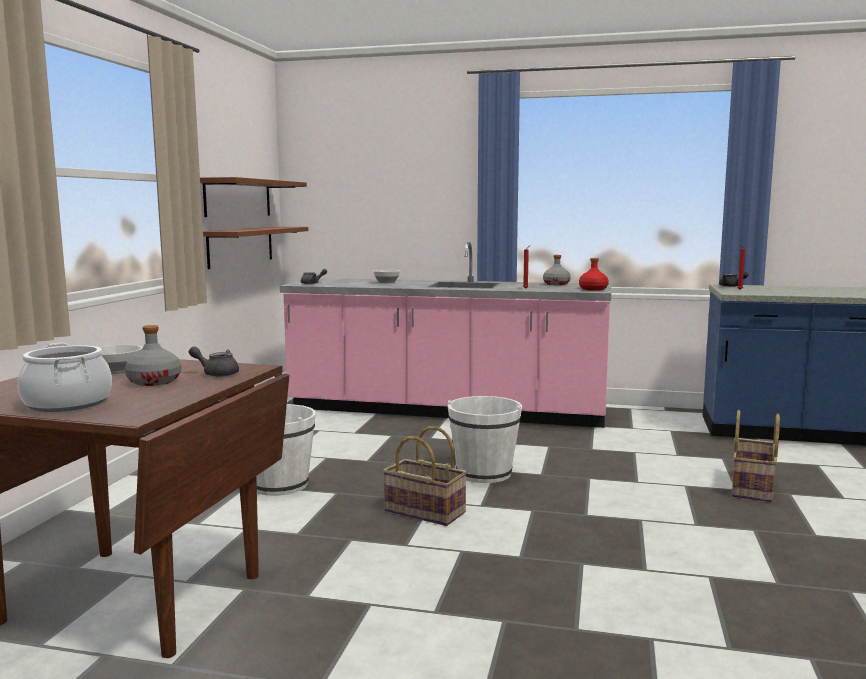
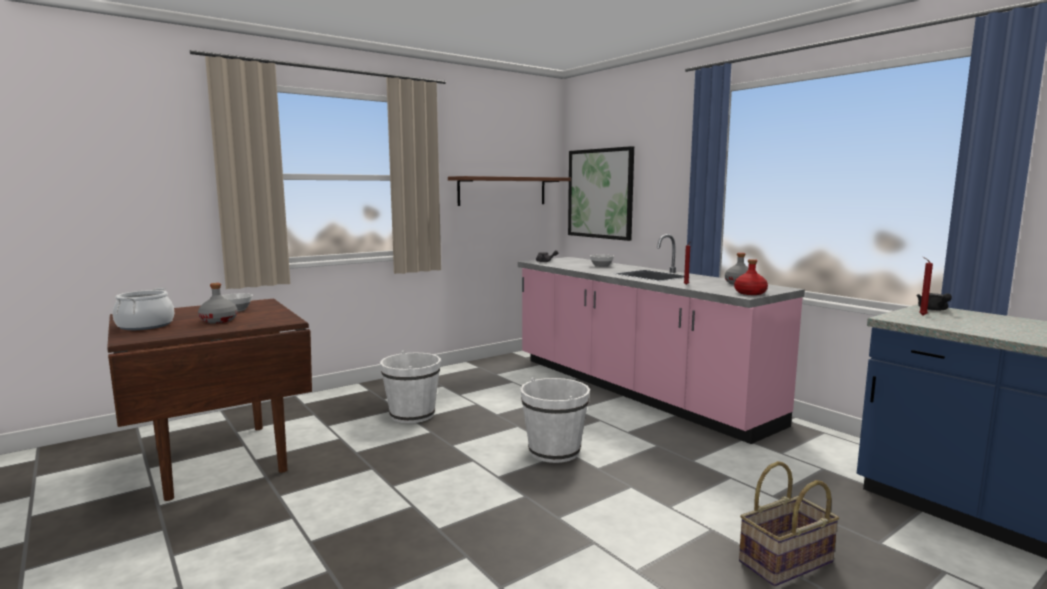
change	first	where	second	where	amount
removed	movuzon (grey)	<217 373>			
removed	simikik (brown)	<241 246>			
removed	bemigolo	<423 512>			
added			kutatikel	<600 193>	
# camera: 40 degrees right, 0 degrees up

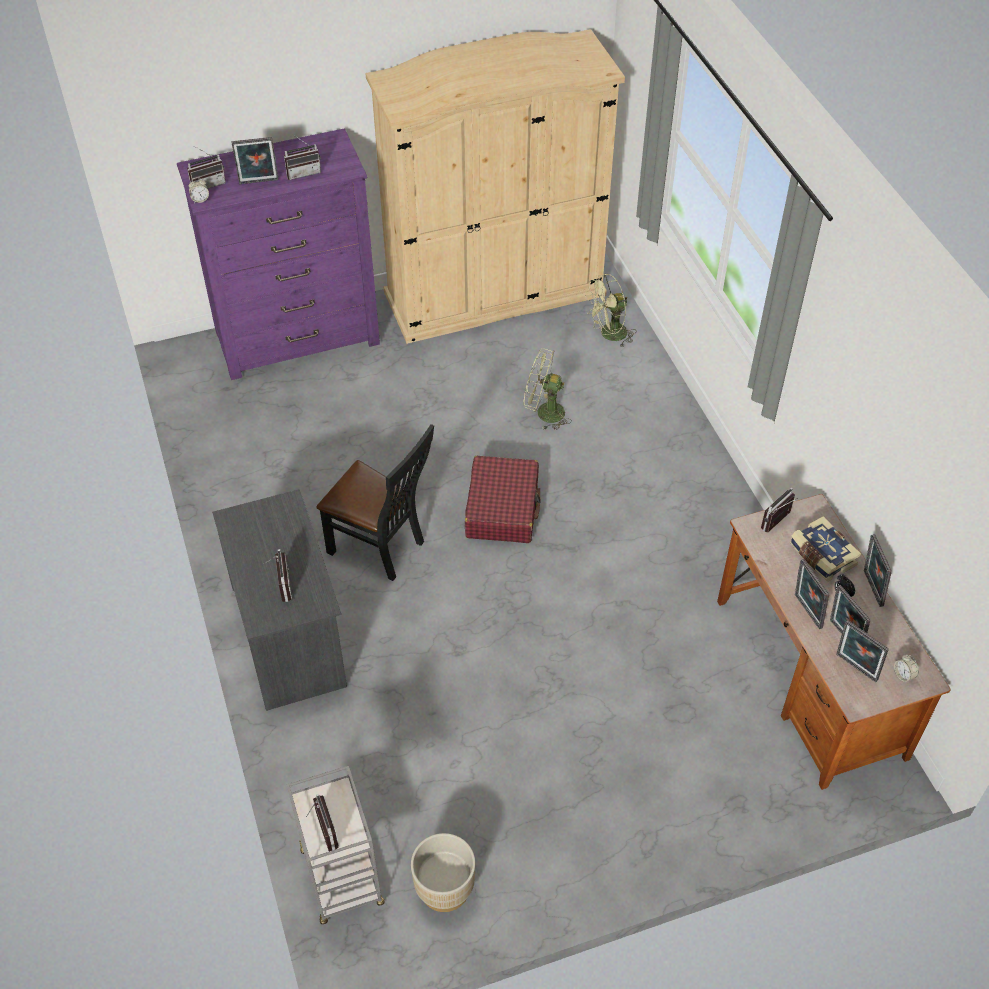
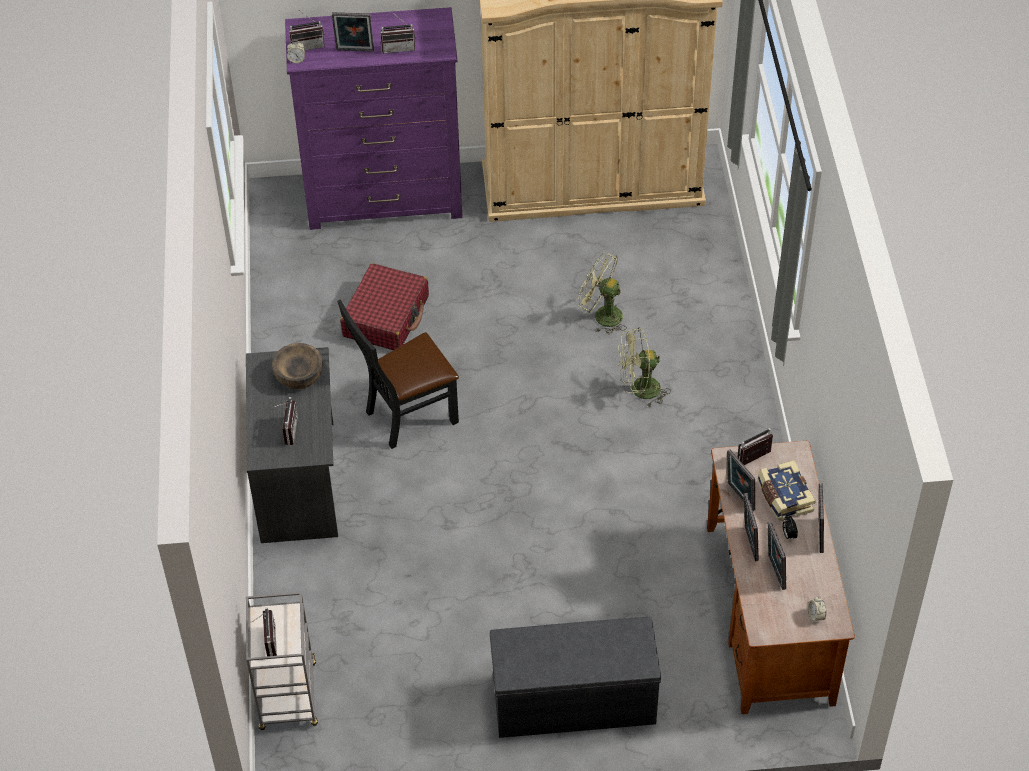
change	first	where	second	where	amount
removed	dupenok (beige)	<444 888>			
added			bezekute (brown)	<299 375>	
added			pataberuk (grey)	<572 701>	
moved	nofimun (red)	<502 508>		<386 316>	
moved	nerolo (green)	<608 335>		<639 390>	
moved	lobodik	<855 669>		<739 497>	
turned	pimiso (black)	<381 548>		<405 417>	105 degrees clockwise
# camera: 15 degrees right, 0 degrees up

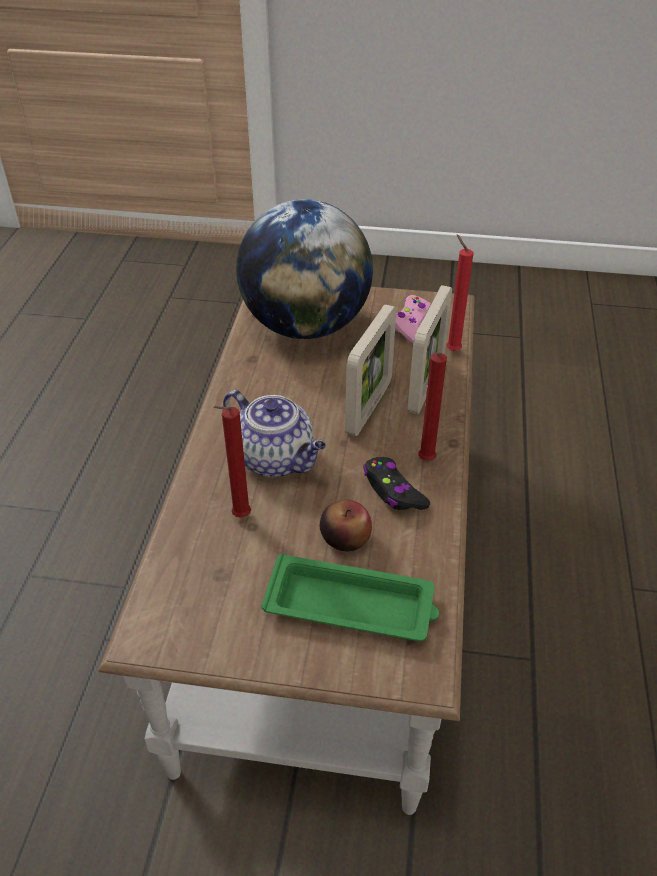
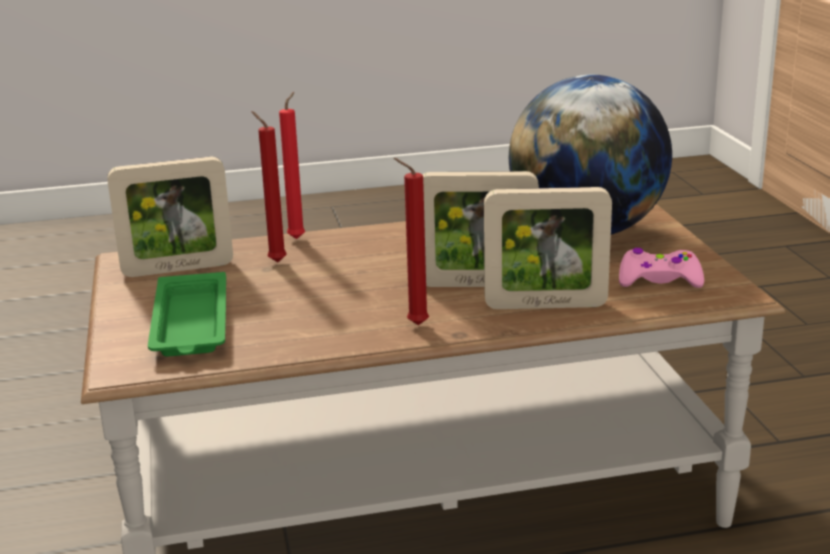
change	first	where	second	where	amount
removed	movuzon	<277 459>			
removed	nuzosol	<345 538>			
removed	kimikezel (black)	<393 491>			
added			lobodik	<178 269>	
moved	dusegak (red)	<451 349>		<298 238>	
# camera: 70 degrees right, 20 degrees down

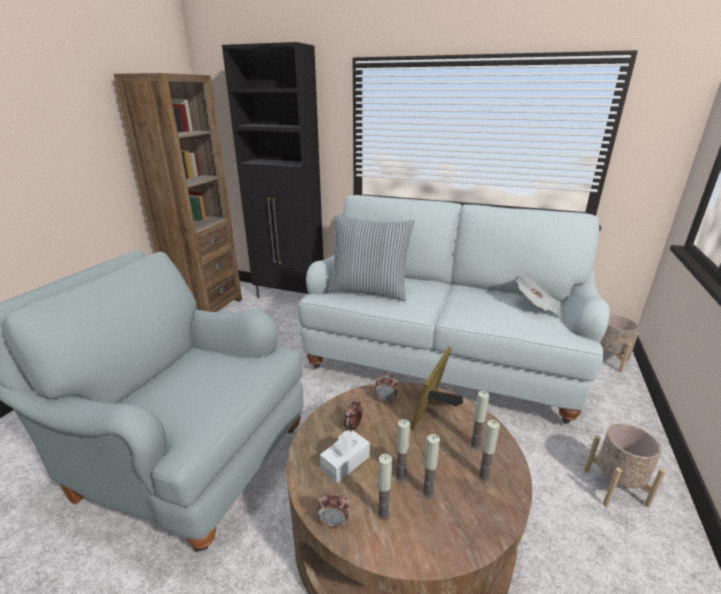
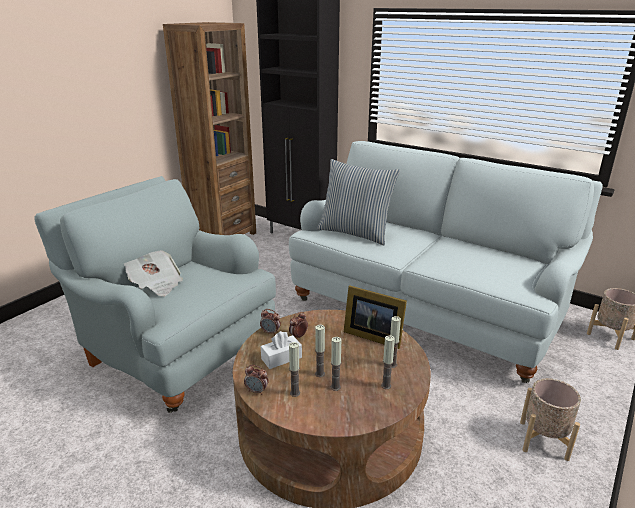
change	first	where	second	where	amount
moved	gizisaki	<385 399>		<270 332>	
moved	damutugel	<536 307>		<155 284>	
turned	lobodik	<434 409>		<372 335>	105 degrees counterclockwise
# camera: 15 degrees right, 0 degrees up

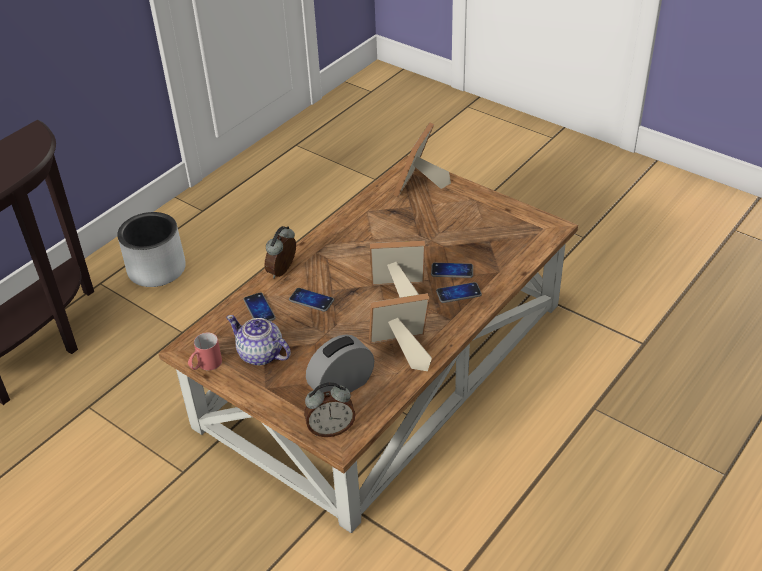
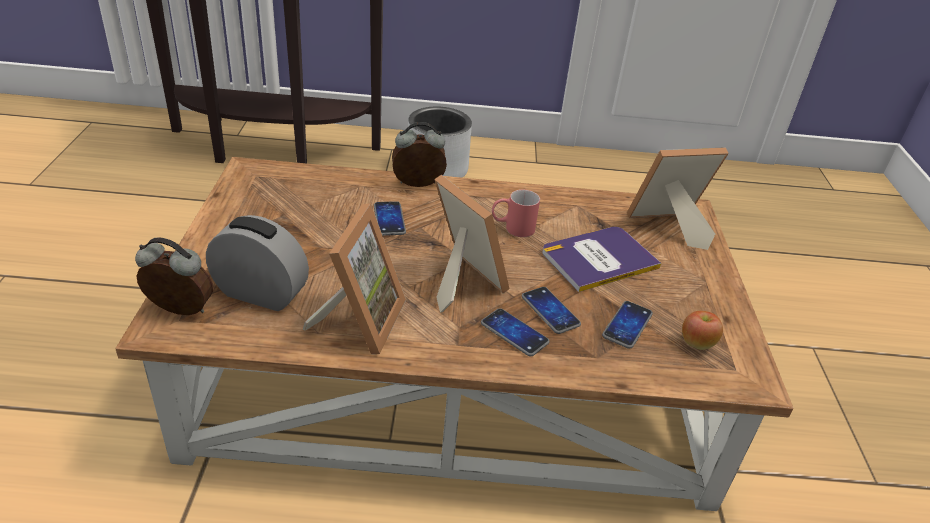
change	first	where	second	where	amount
removed	movuzon	<261 354>			
added			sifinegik	<599 259>	
added			nuzosol	<696 343>	
moved	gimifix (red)	<205 366>		<512 228>	
moved	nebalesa	<259 309>		<627 325>	
turned	gizisaki	<331 429>		<179 312>	150 degrees clockwise
turned	lobodik	<401 351>		<359 320>	60 degrees clockwise
# camera: 50 degrees right, 5 degrees down

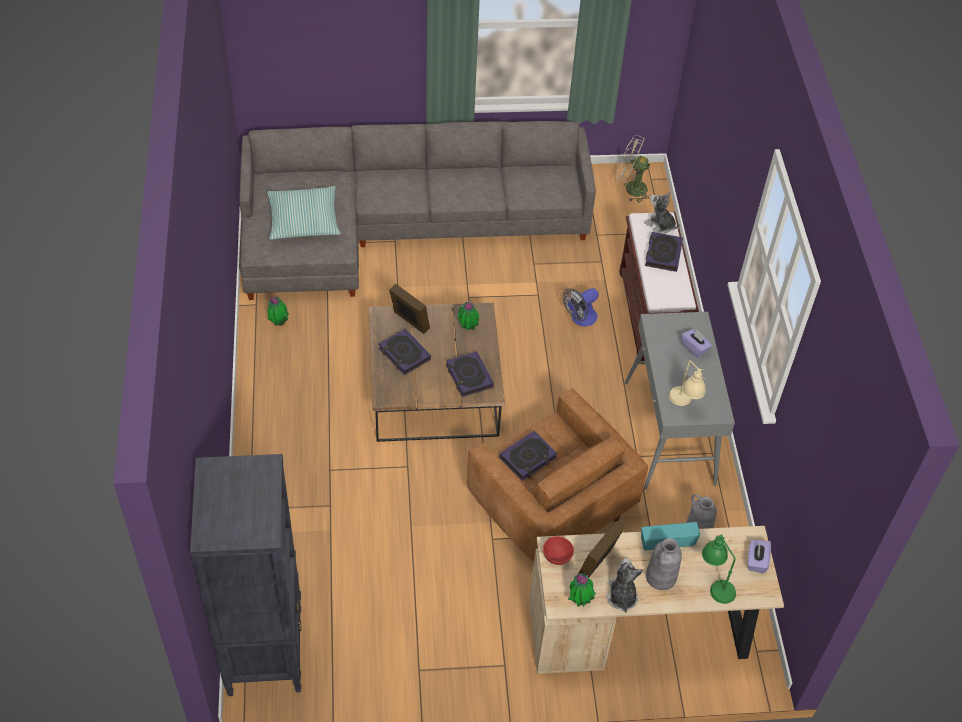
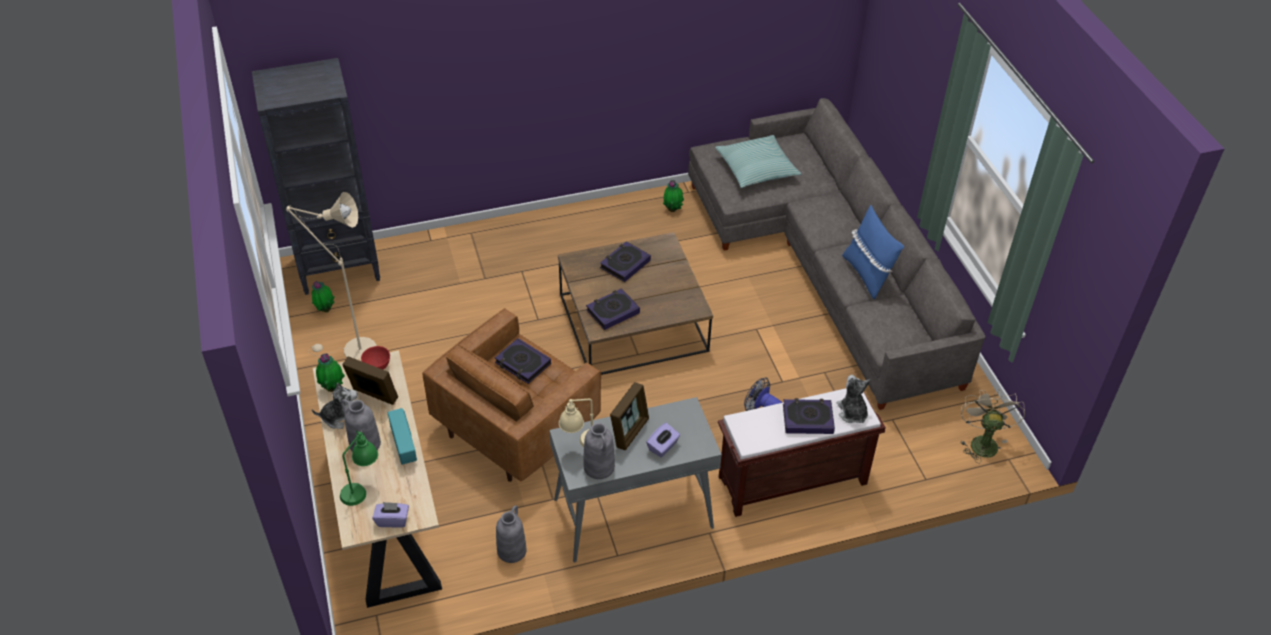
change	first	where	second	where	amount
added			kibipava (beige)	<353 351>	
added			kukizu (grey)	<599 467>	
added			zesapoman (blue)	<867 274>	
moved	lobodik	<409 322>		<629 431>	
moved	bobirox	<467 328>		<325 309>	
turned	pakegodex	<660 225>		<852 412>	45 degrees counterclockwise
# camera: 80 degrees right, 5 degrees down

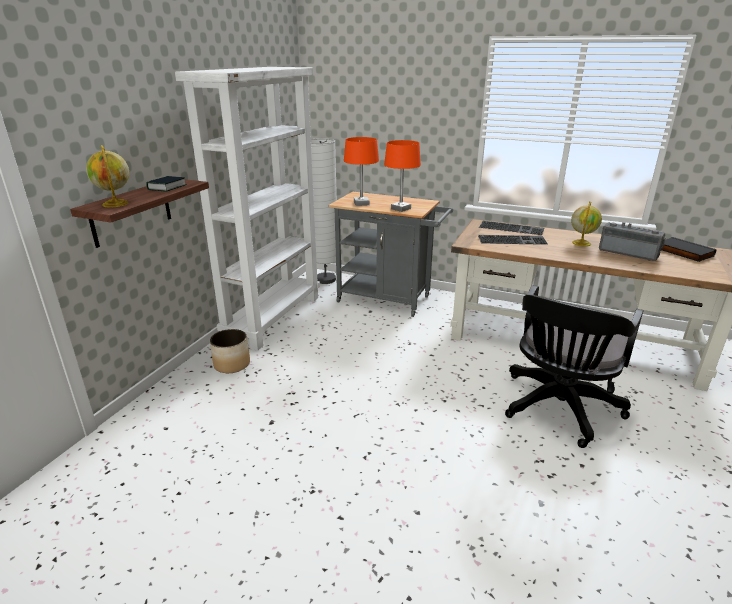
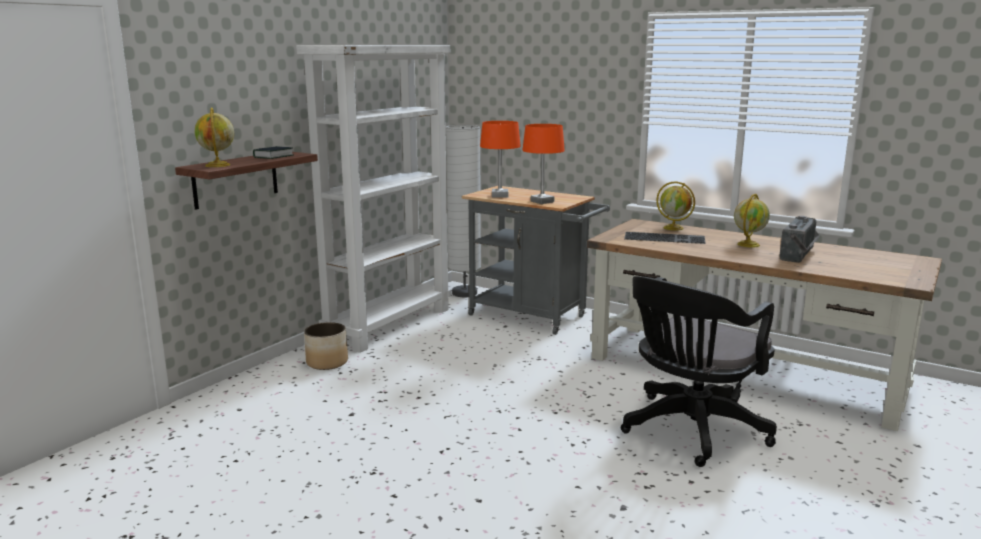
change	first	where	second	where	amount
removed	sifinegik (black)	<683 252>			
replaced	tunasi	<512 228>	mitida	<674 228>	
turned	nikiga	<628 253>		<800 255>	75 degrees clockwise
# camera: 10 degrees right, 10 degrees down

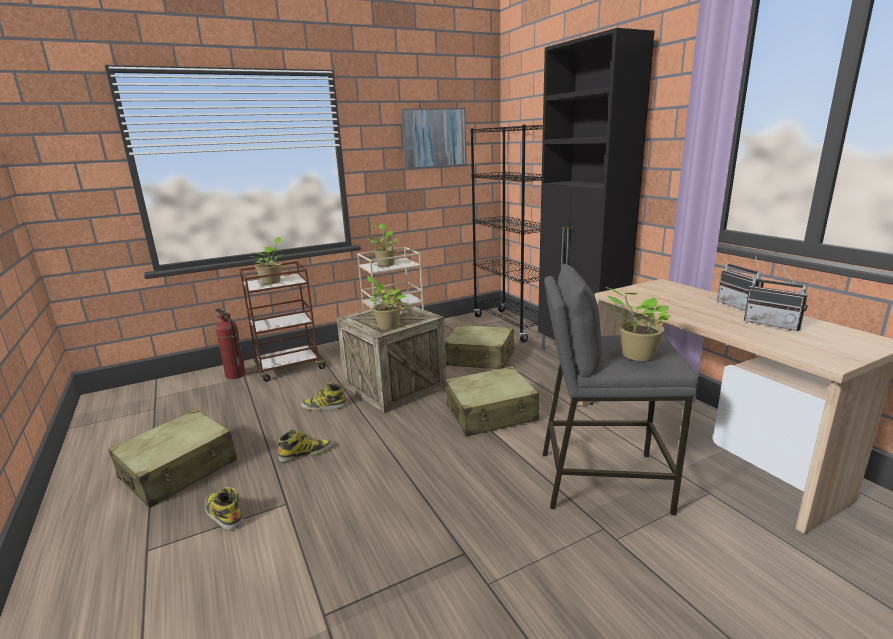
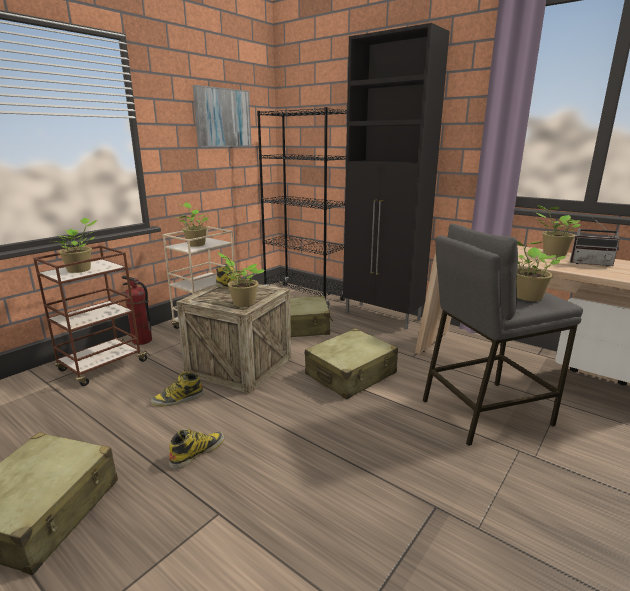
change	first	where	second	where	amount
removed	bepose	<223 514>			
moved	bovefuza	<235 375>		<141 341>	
replaced	nikiga	<741 307>	bobirox	<552 254>	
# camera: 25 degrees left, 0 degrees up

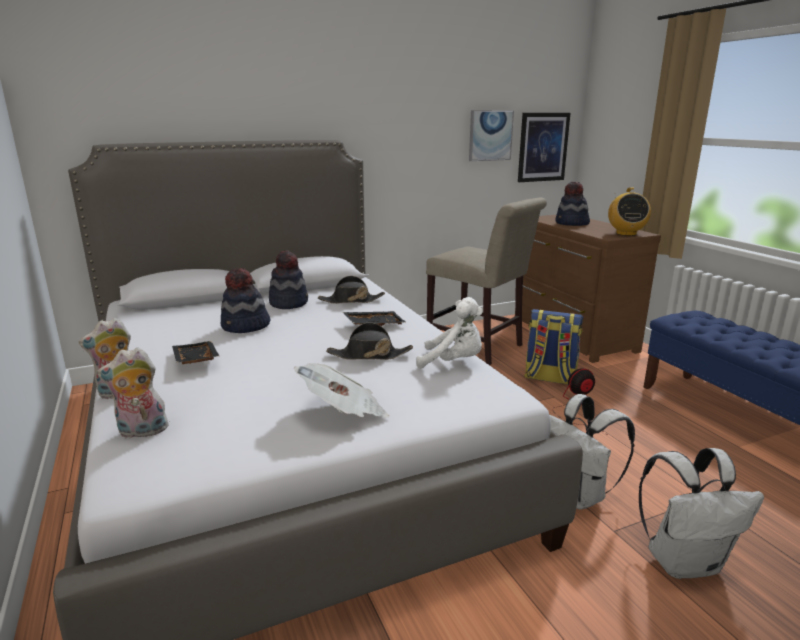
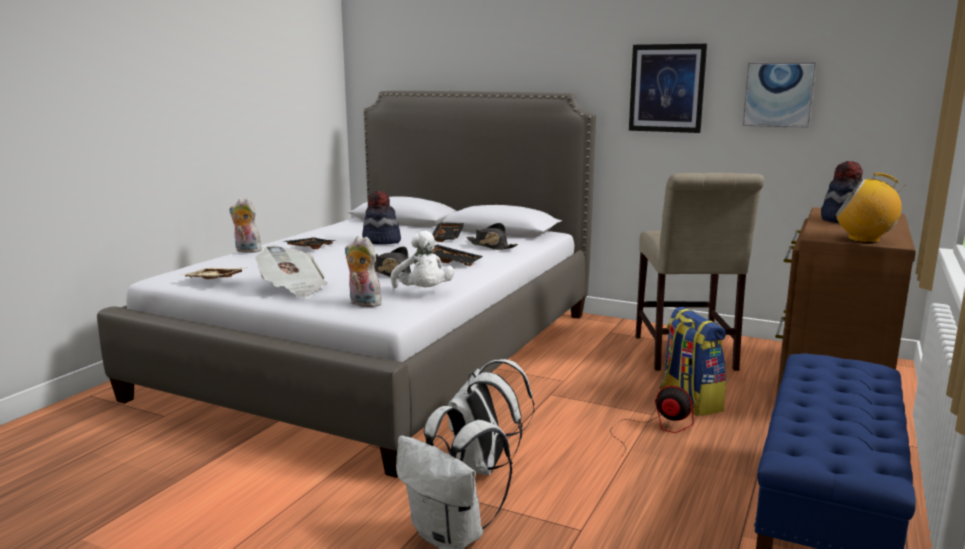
change	first	where	second	where	amount
added			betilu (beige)	<213 280>	
moved	pakegodex	<141 432>		<362 304>	
moved	kutatikel	<543 147>		<667 88>	
replaced	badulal	<289 303>	betilu (black)	<448 237>	
turned	nikiga	<626 234>		<864 240>	60 degrees clockwise
# camera: 50 degrees right, 5 degrees down

